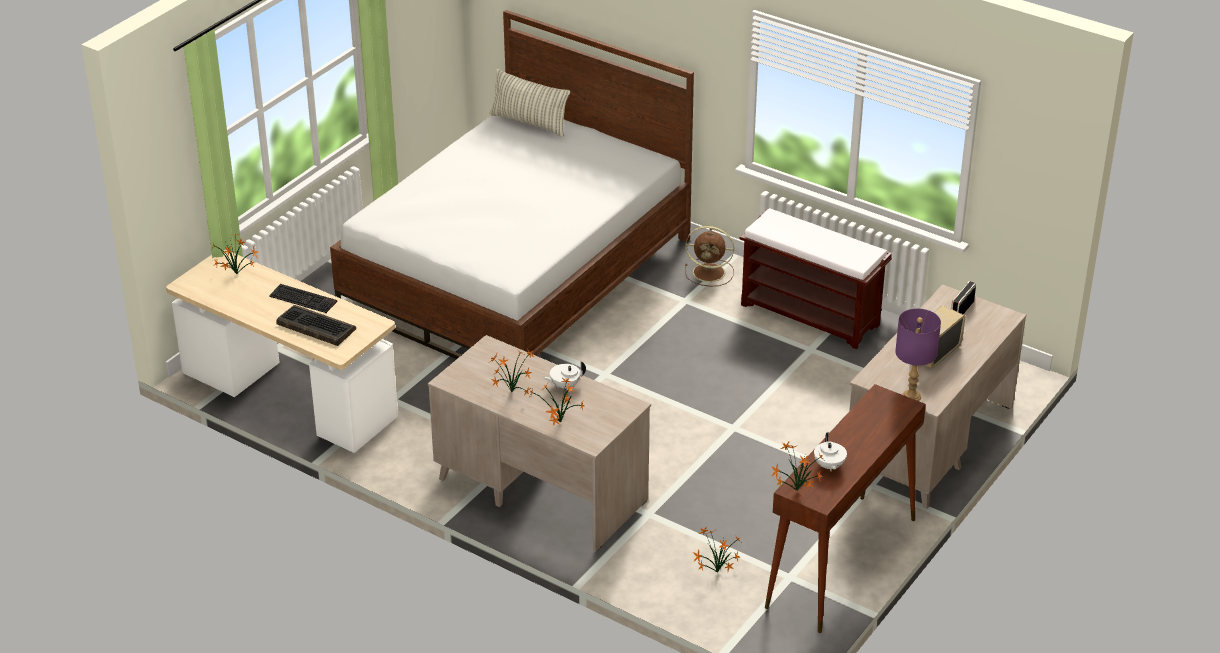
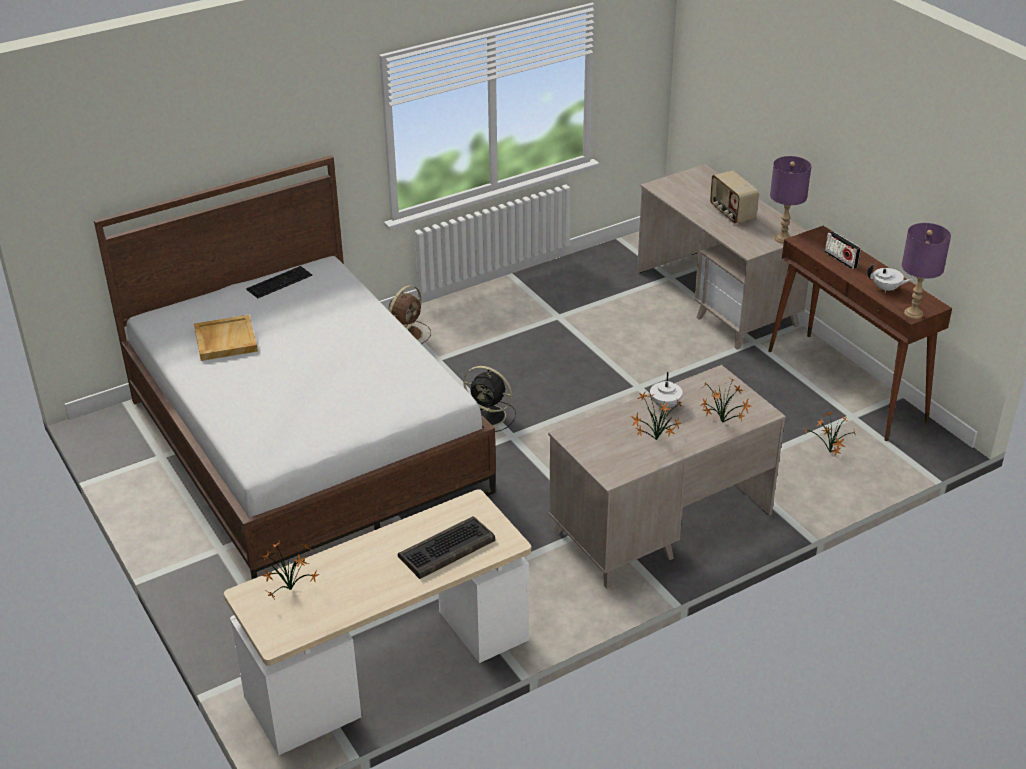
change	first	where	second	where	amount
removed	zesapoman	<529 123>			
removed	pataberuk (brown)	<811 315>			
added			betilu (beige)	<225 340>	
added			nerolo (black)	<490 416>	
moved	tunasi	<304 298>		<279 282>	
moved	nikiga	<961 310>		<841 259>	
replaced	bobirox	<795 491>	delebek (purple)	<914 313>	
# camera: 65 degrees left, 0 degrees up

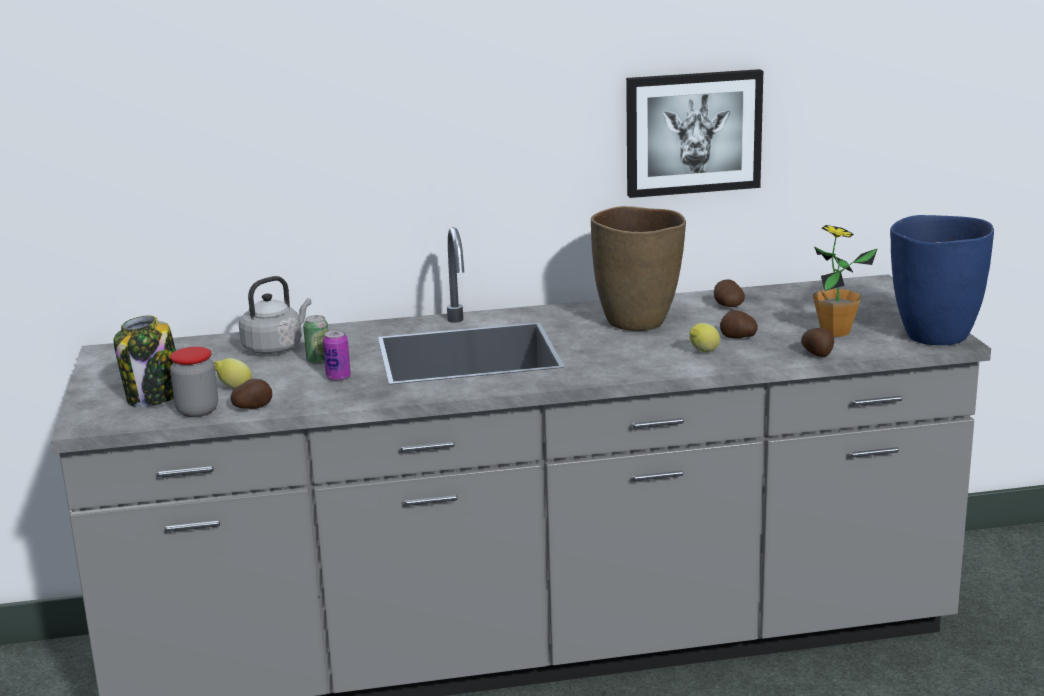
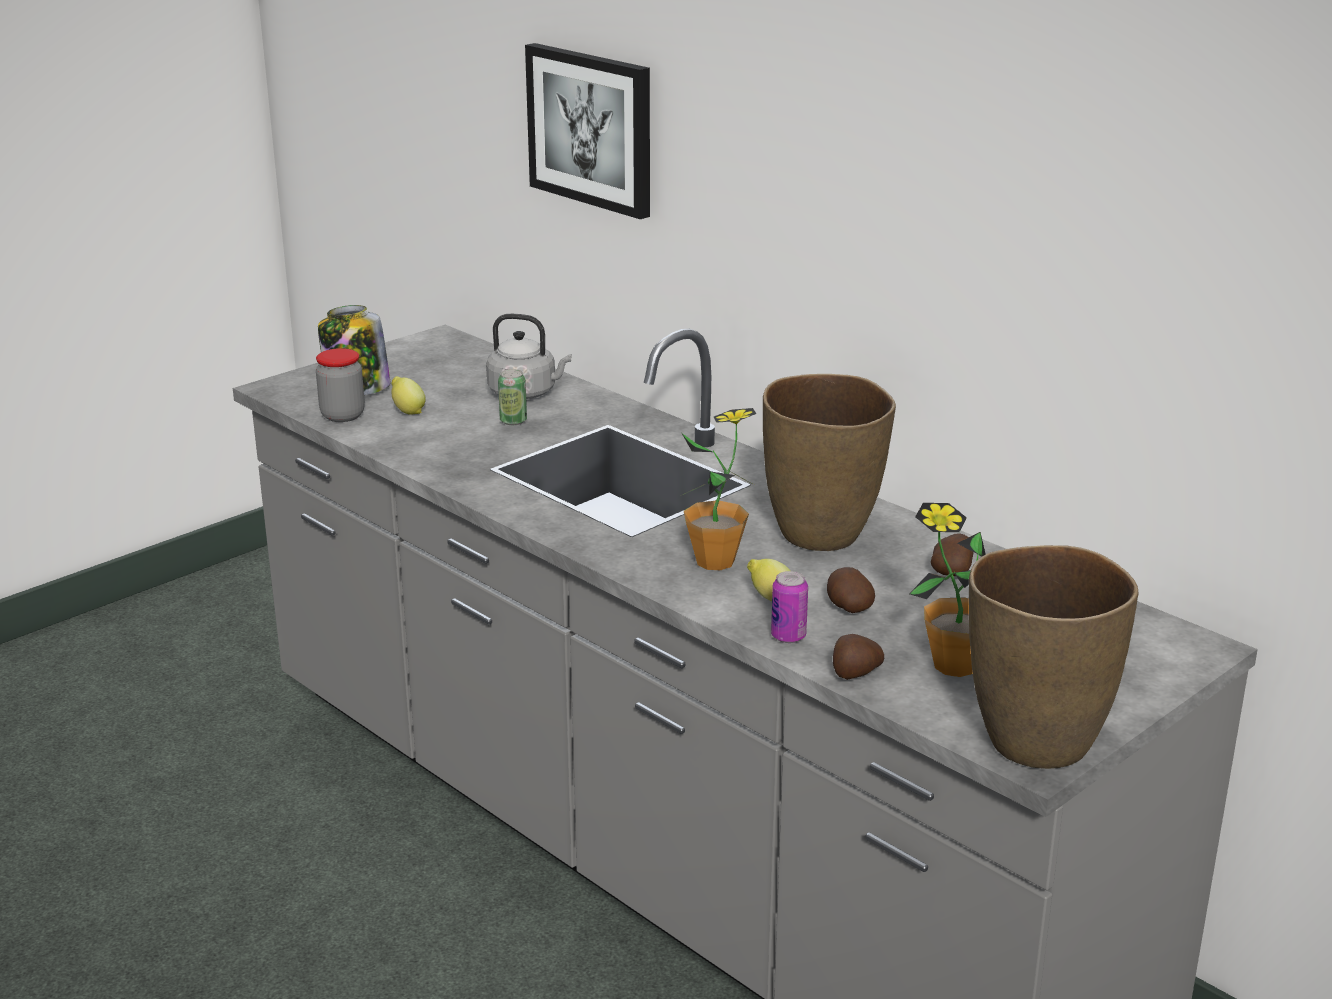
change	first	where	second	where	amount
removed	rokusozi	<253 408>			
added			bobirox	<715 561>	
moved	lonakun	<338 377>		<788 636>	
moved	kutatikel	<693 132>		<591 128>	
recoloured	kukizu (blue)	<934 336>	kukizu (brown)	<1035 742>	
# camera: 55 degrees right, 5 degrees up

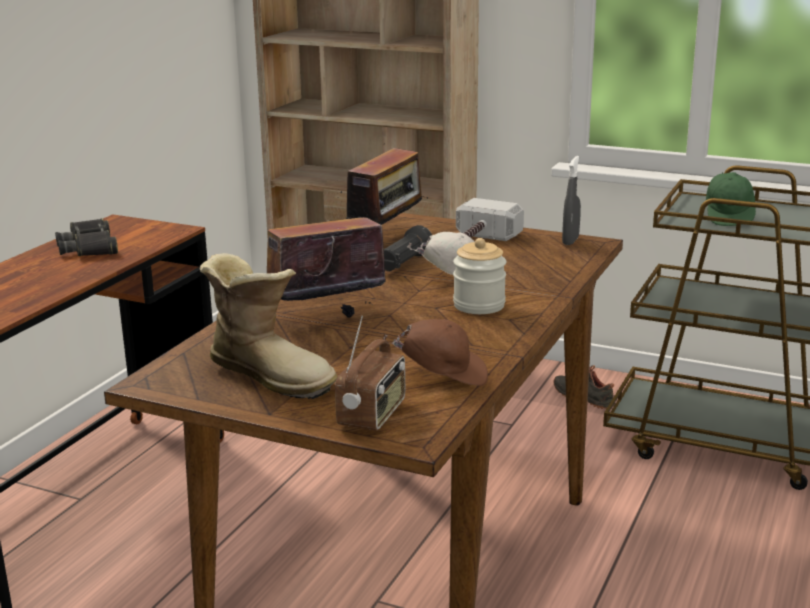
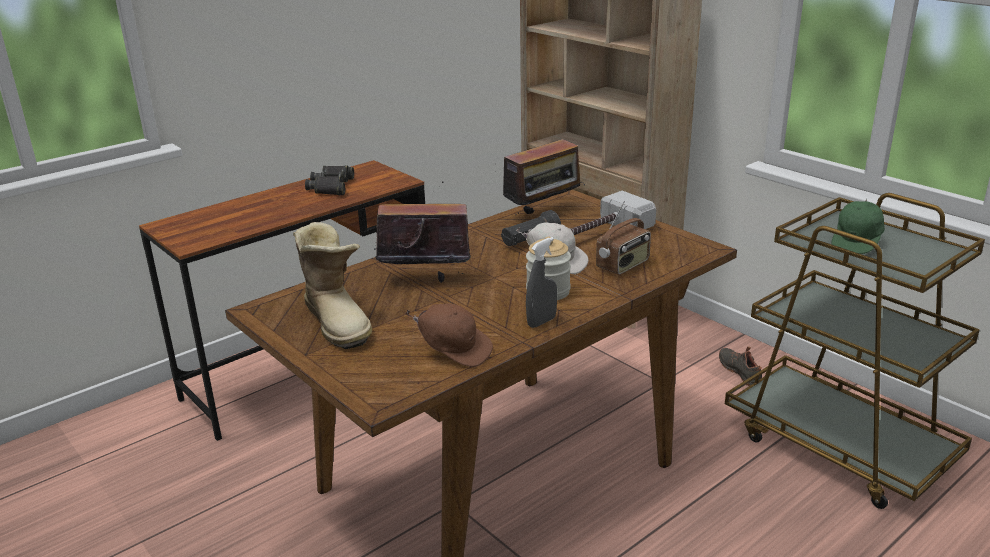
change	first	where	second	where	amount
moved	nikiga	<373 415>		<623 266>	
moved	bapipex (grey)	<570 241>		<541 322>	
# camera: 25 degrees right, 5 degrees up

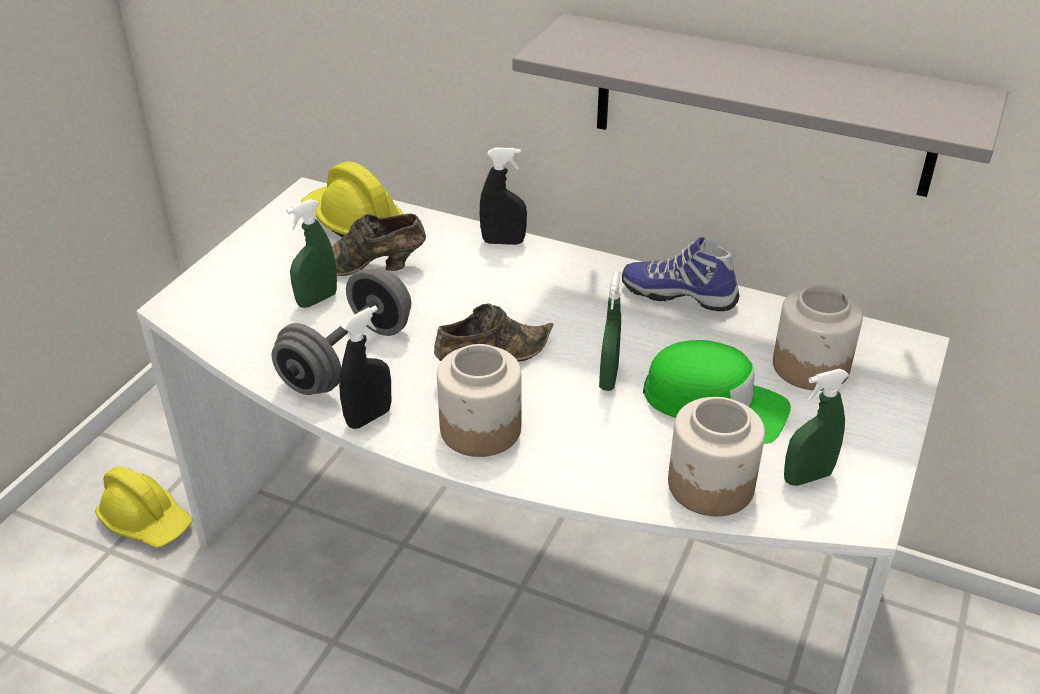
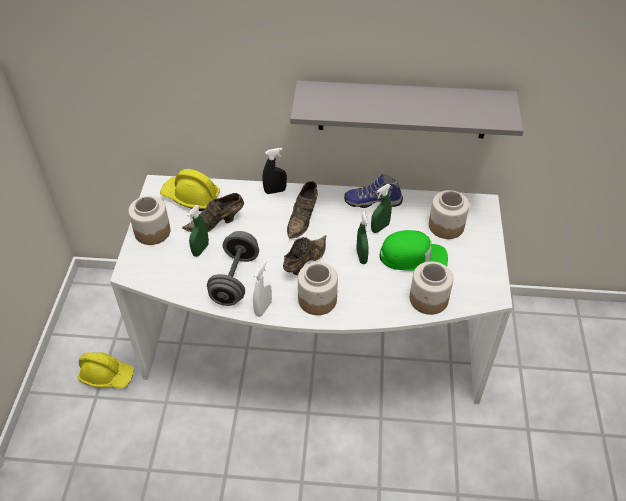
change	first	where	second	where	amount
added			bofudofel	<152 231>	
added			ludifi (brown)	<303 219>	
moved	bapipex (green)	<807 477>		<380 228>	
recoloured	bapipex (black)	<369 417>	bapipex (white)	<263 308>	
# camera: 20 degrees left, 10 degrees up

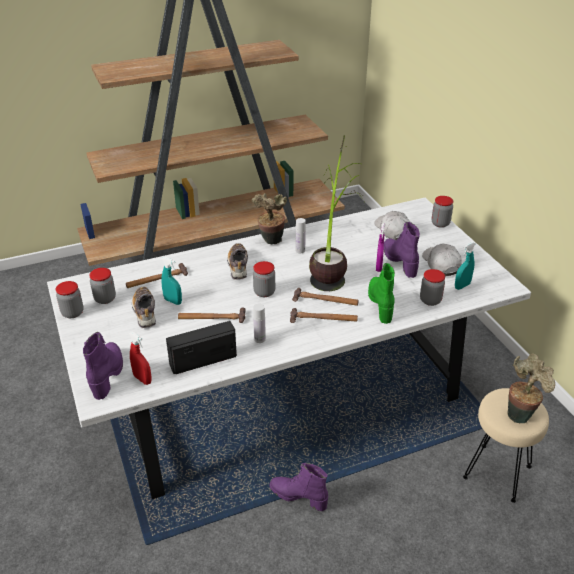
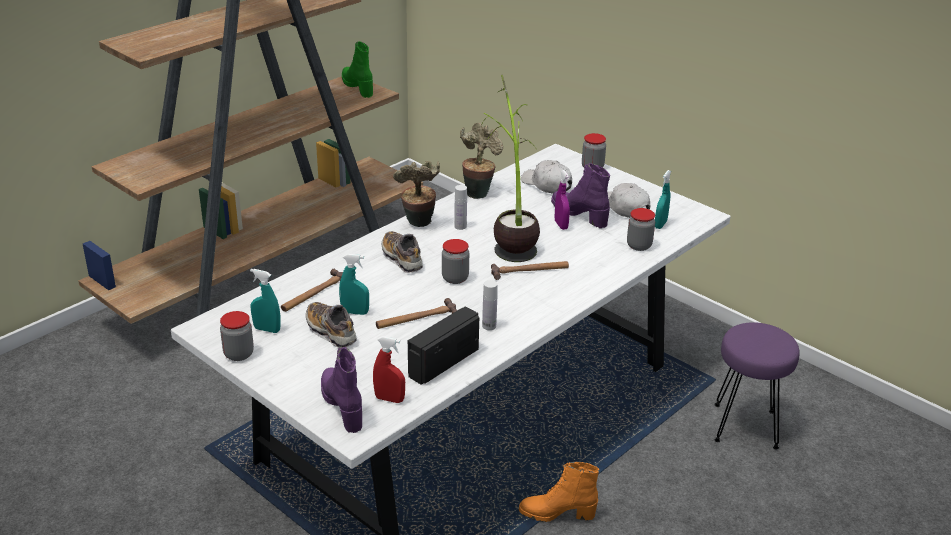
change	first	where	second	where	amount
removed	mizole	<323 319>			
moved	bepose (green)	<381 304>		<358 87>	
moved	bobirox	<520 414>		<478 192>	
replaced	bofudofel	<105 299>	bapipex (turquoise)	<267 329>	
recoloured	bepose (purple)	<298 496>	bepose (orange)	<557 513>	
recoloured	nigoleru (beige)	<497 473>	nigoleru (purple)	<745 427>	
# camera: 25 degrees left, 5 degrees down

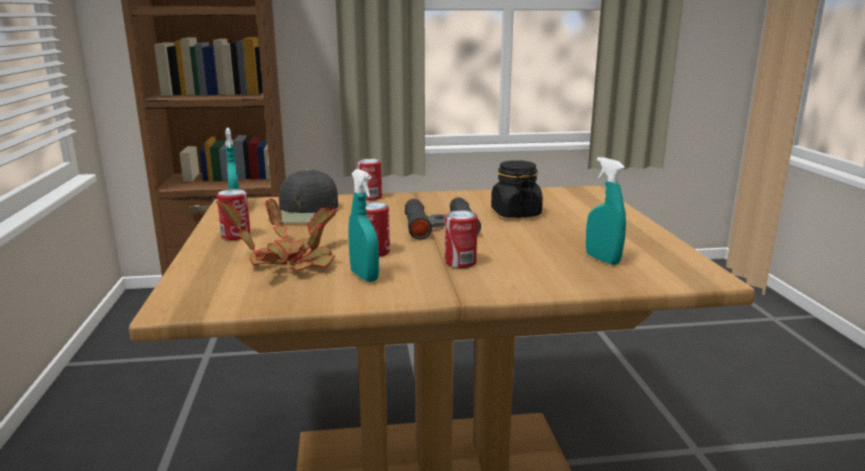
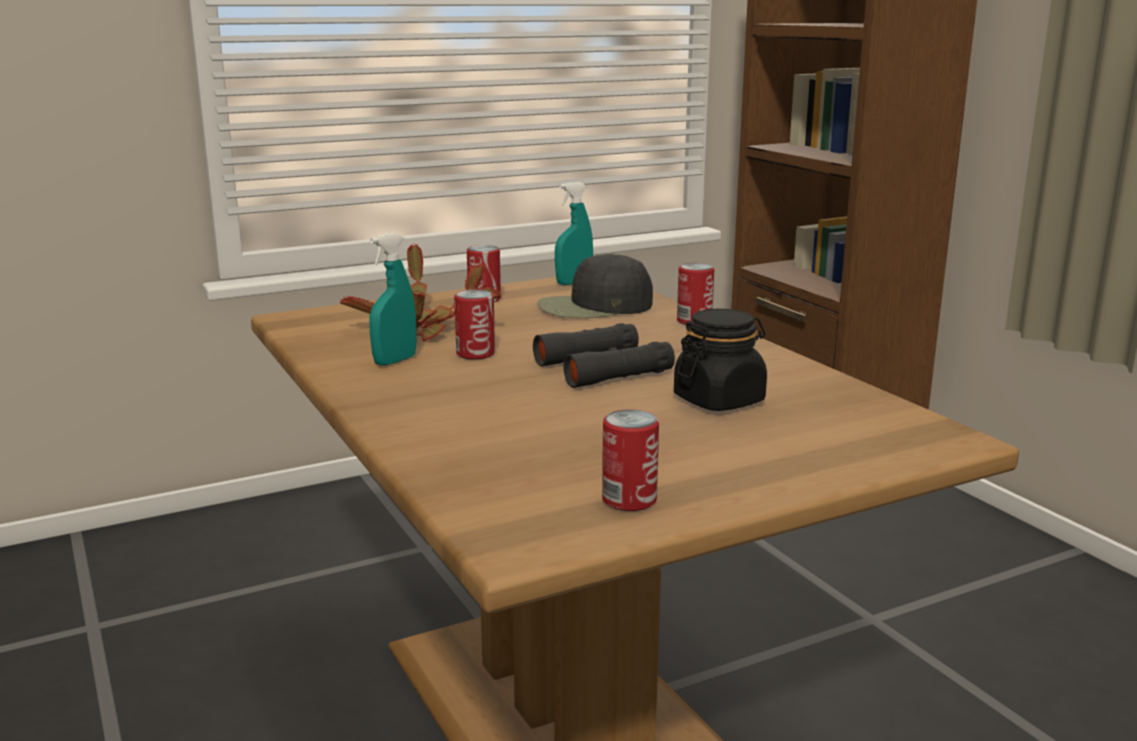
change	first	where	second	where	amount
removed	bapipex (turquoise)	<602 259>			
moved	lonakun	<460 262>		<629 499>	
# camera: 70 degrees right, 0 degrees up

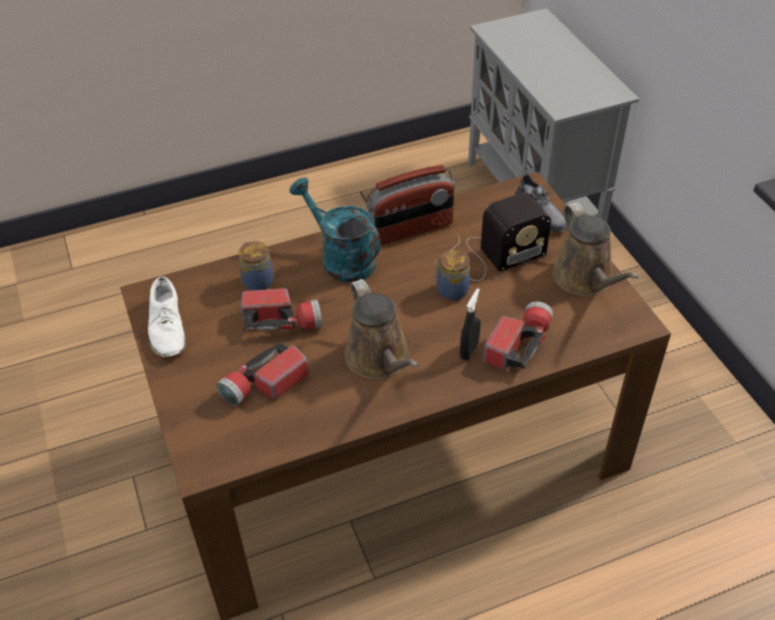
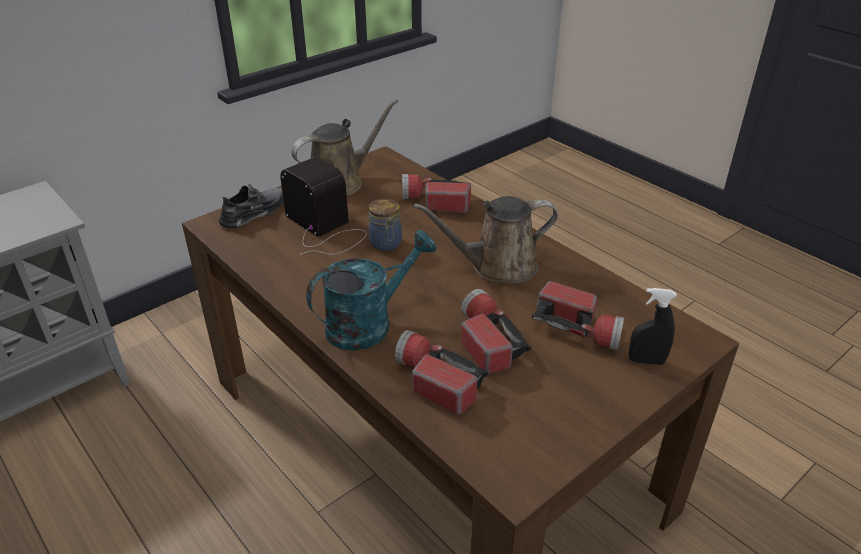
change	first	where	second	where	amount
removed	ludifi (white)	<167 327>			
removed	nikiga	<411 229>			
moved	bapipex (black)	<469 350>		<646 361>	
replaced	bofudofel	<257 281>	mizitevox	<435 381>	
turned	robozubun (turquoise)	<341 259>		<369 323>	150 degrees counterclockwise
turned	robozubun (brown)	<380 359>		<497 266>	150 degrees counterclockwise
# camera: 110 degrees left, 10 degrees down

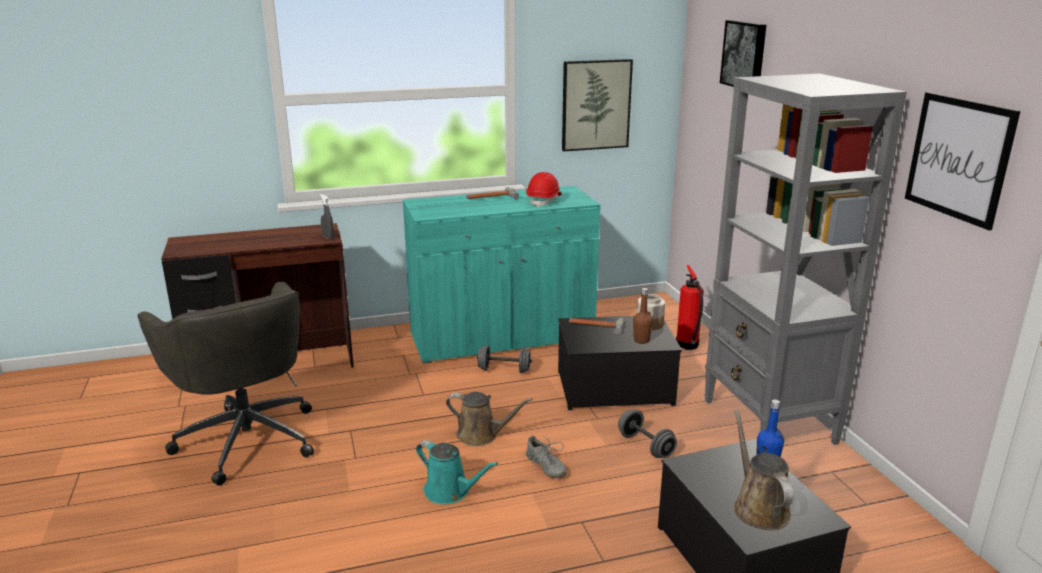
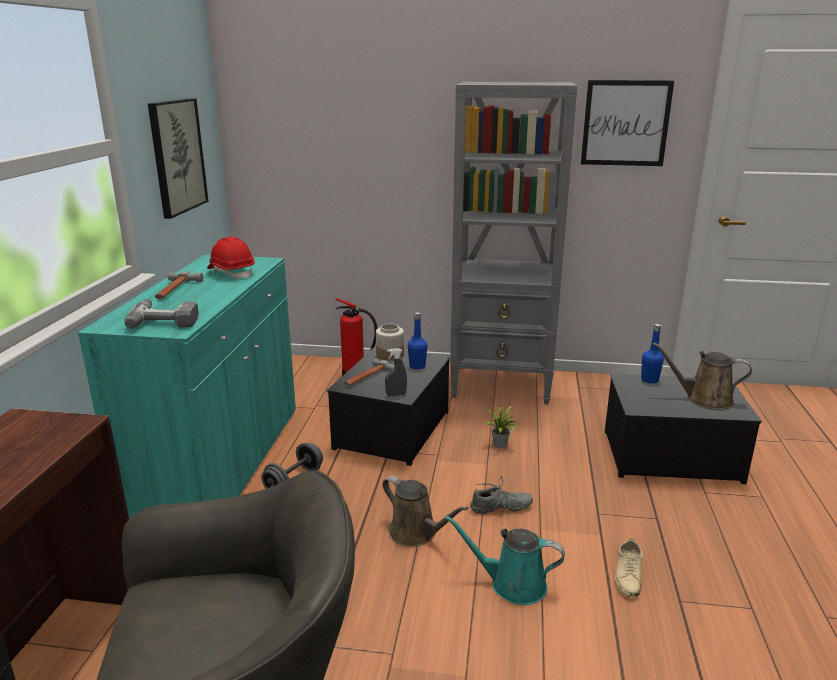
change	first	where	second	where	amount
removed	kutatikel	<745 55>			
added			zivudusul	<166 319>	
added			ludifi (beige)	<628 575>	
moved	bapipex (grey)	<328 237>		<396 395>	
replaced	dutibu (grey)	<645 446>	bobirox	<500 445>	
recoloured	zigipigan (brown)	<641 340>	zigipigan (blue)	<417 366>	
turned	robozubun (turquoise)	<450 492>		<512 584>	135 degrees counterclockwise
turned	robozubun (brown)	<481 435>		<416 533>	90 degrees clockwise
# camera: 65 degrees left, 0 degrees up

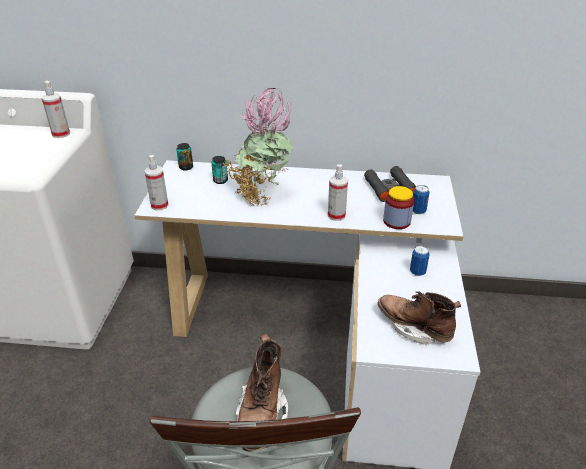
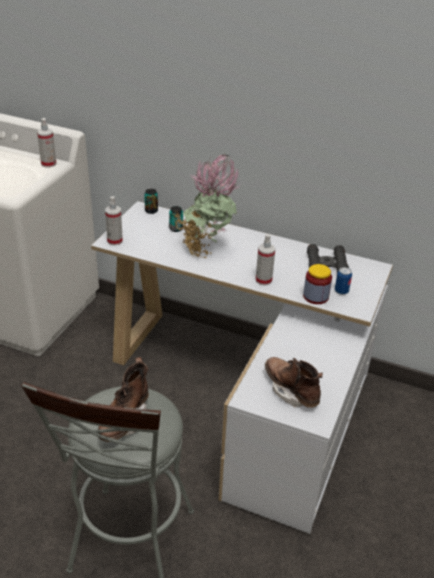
change	first	where	second	where	amount
removed	lonakun	<417 272>			
# camera: 15 degrees right, 0 degrees up

